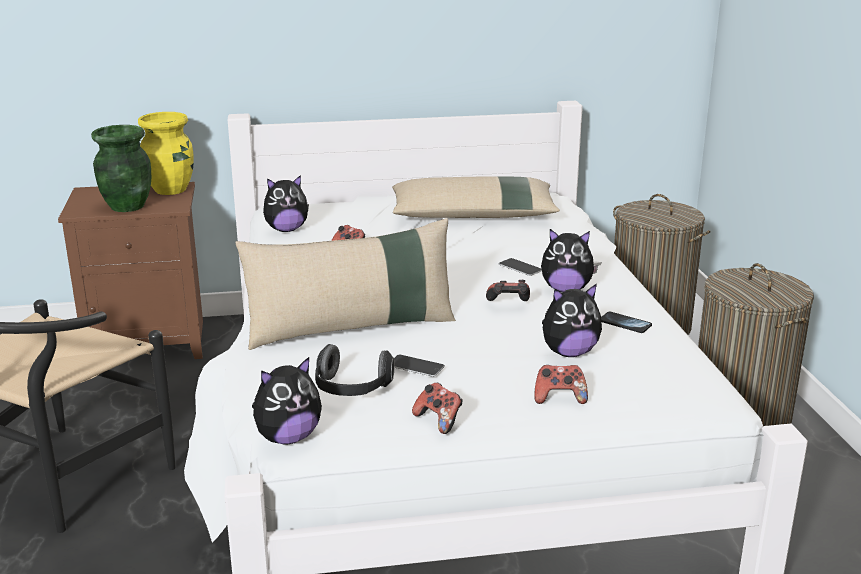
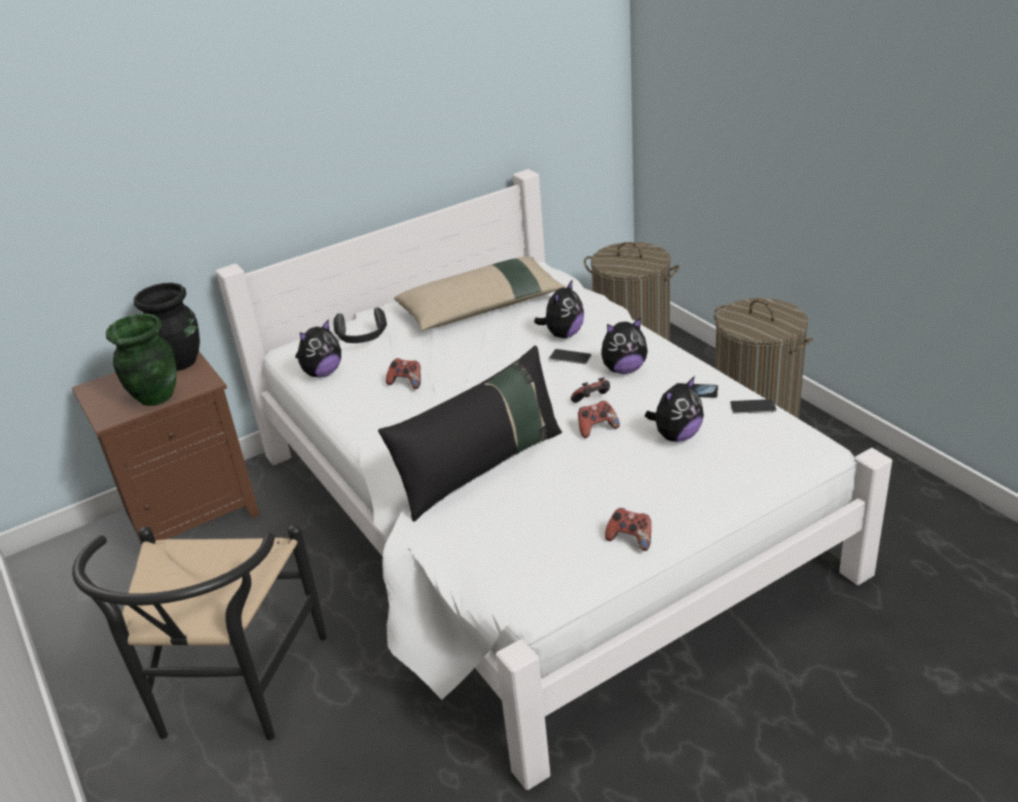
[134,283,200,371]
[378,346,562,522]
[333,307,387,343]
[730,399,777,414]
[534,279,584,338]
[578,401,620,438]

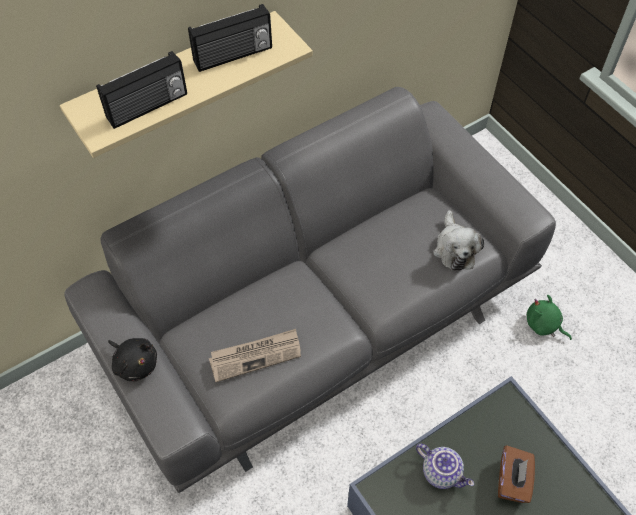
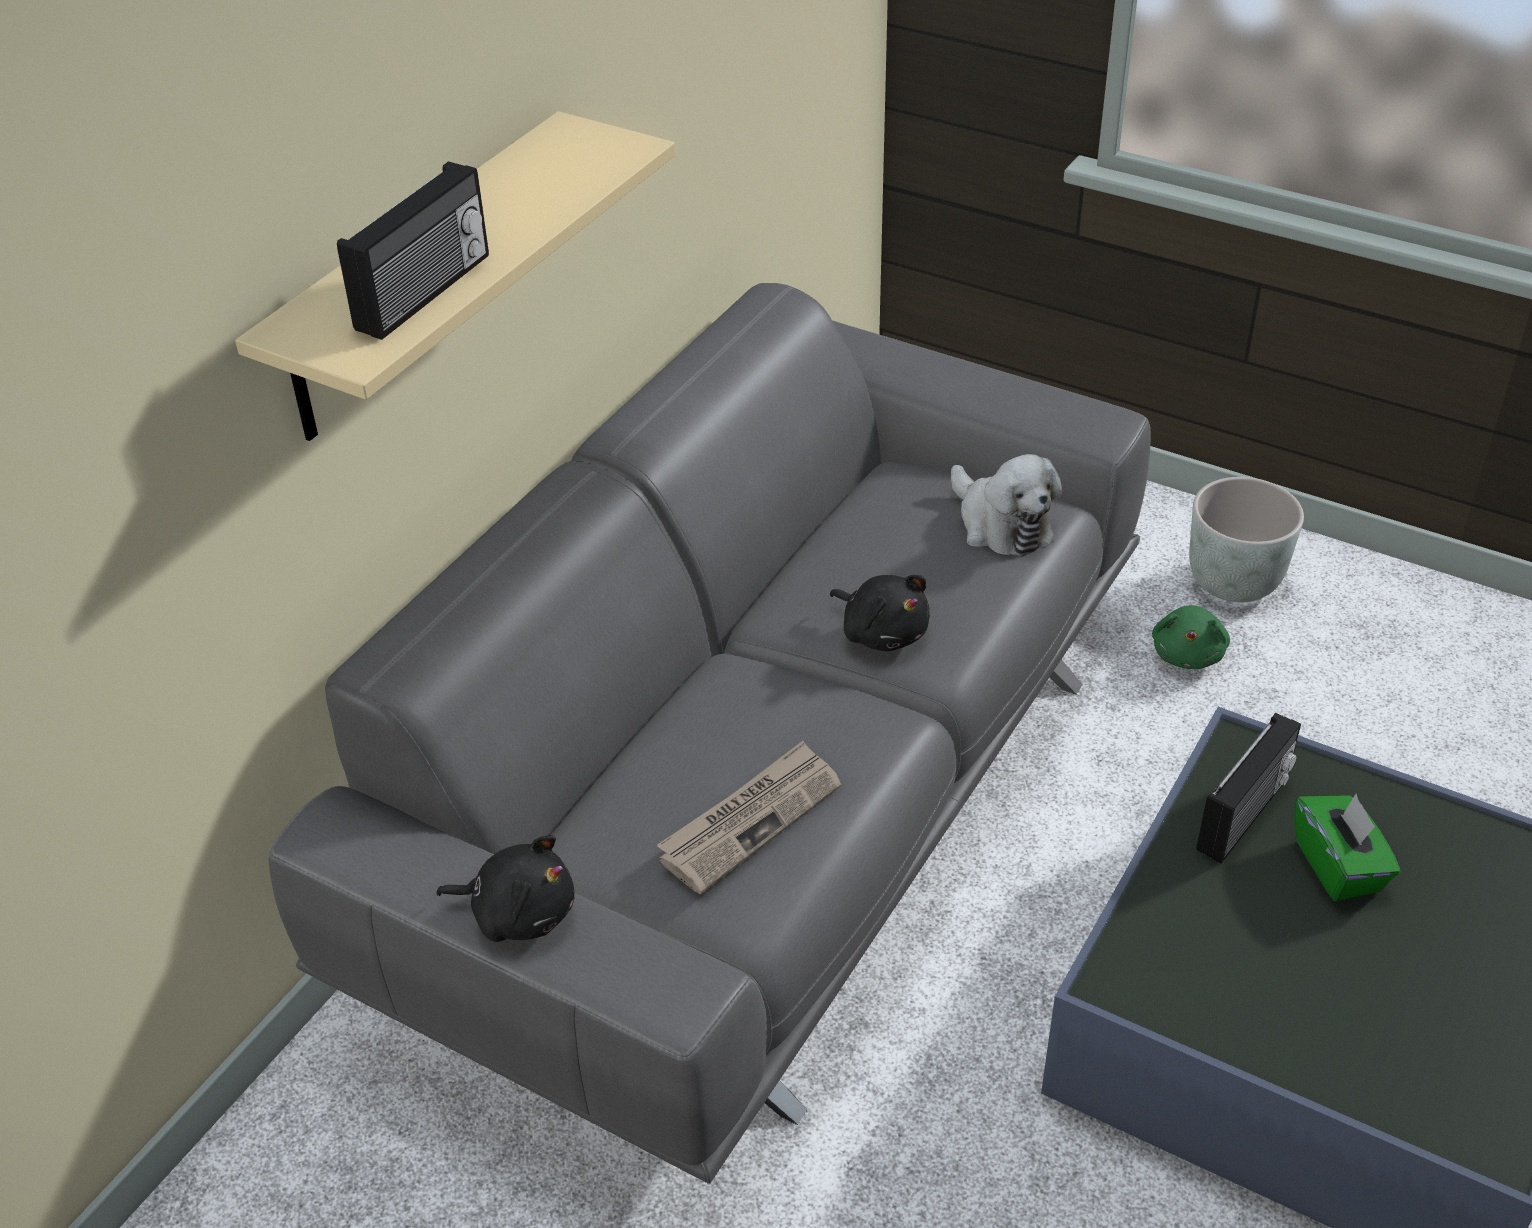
[1196,713,1301,864]
[1152,605,1230,669]
[416,444,474,489] (first image)
[1294,794,1401,901]
[1189,477,1304,602]
[830,575,930,651]

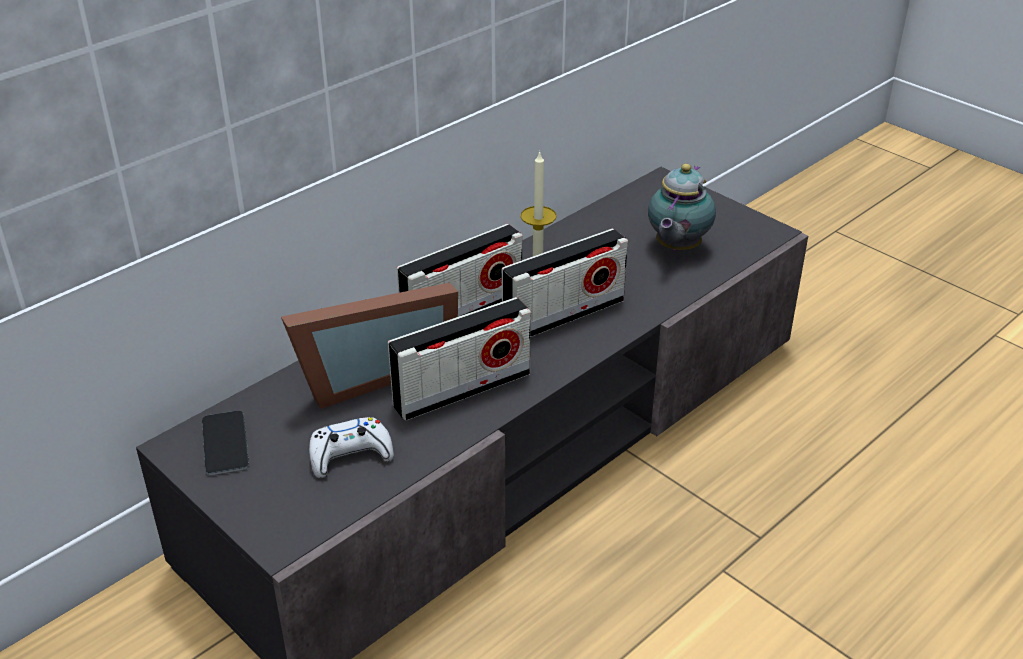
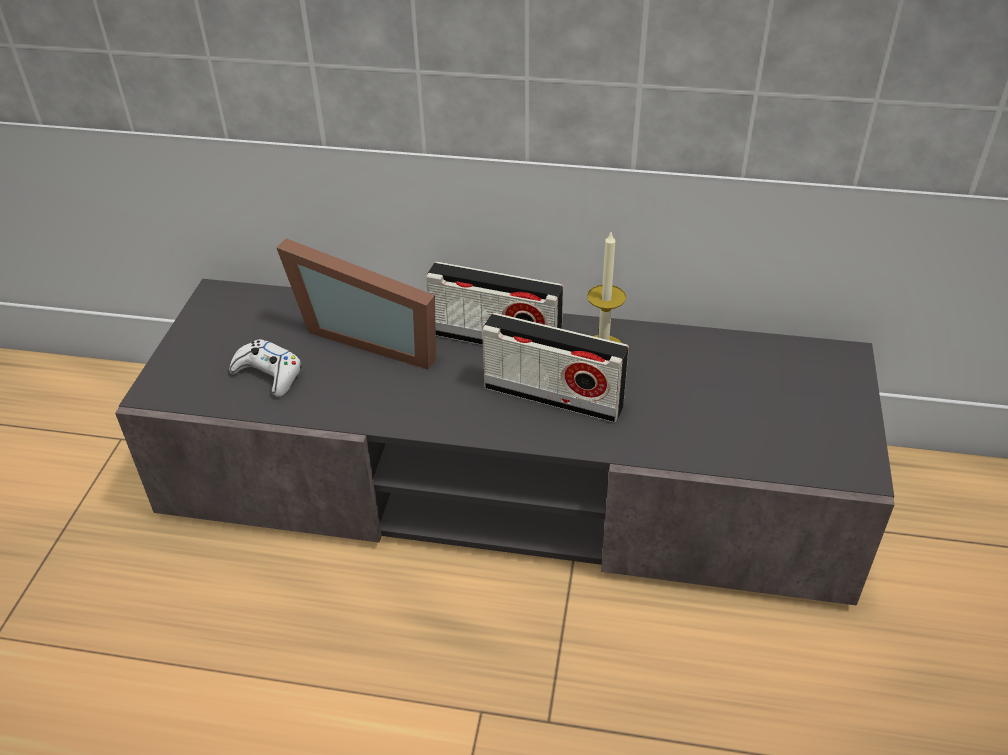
[648,164,716,251] (first image)
[388,297,531,421] (first image)
[202,411,249,475] (first image)

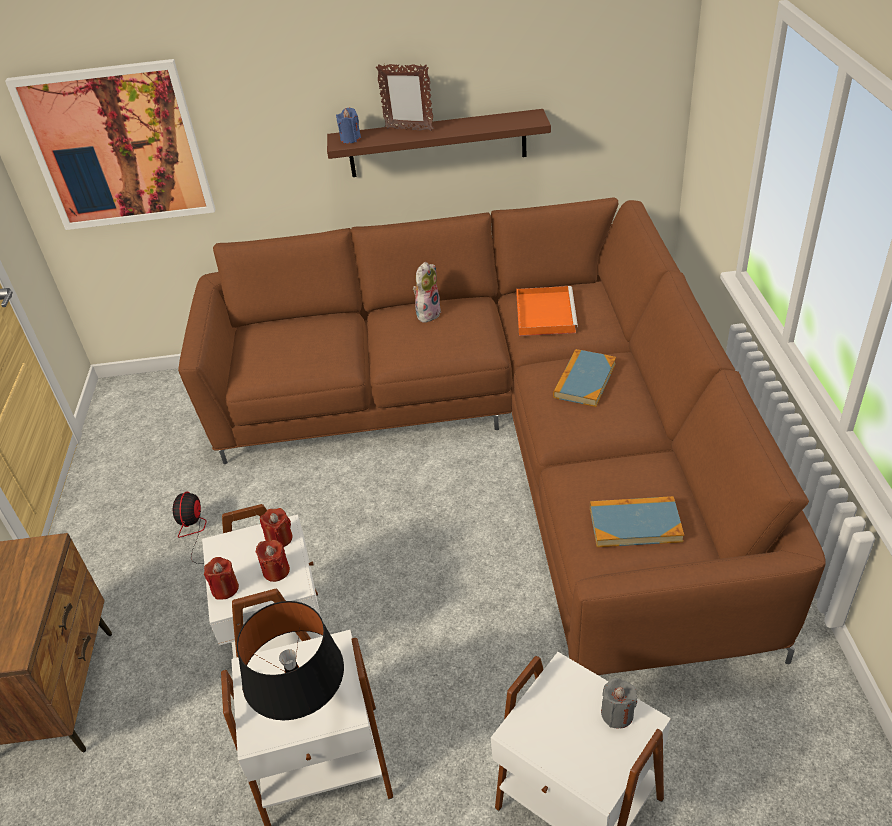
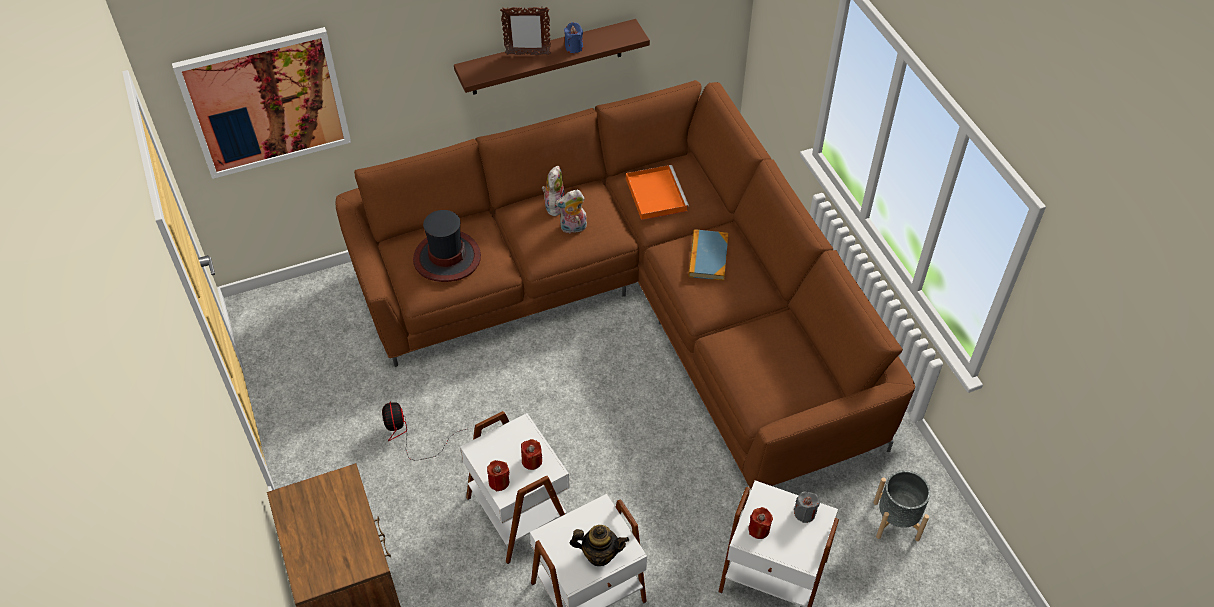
[564,22,583,53]
[590,496,684,547] (first image)
[748,507,773,539]
[570,525,629,566]
[555,190,587,234]
[413,210,481,282]
[873,470,931,541]

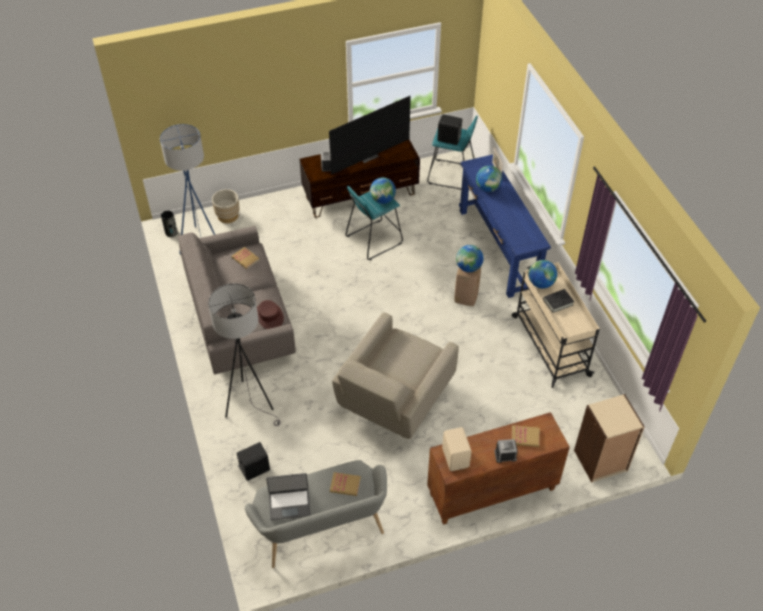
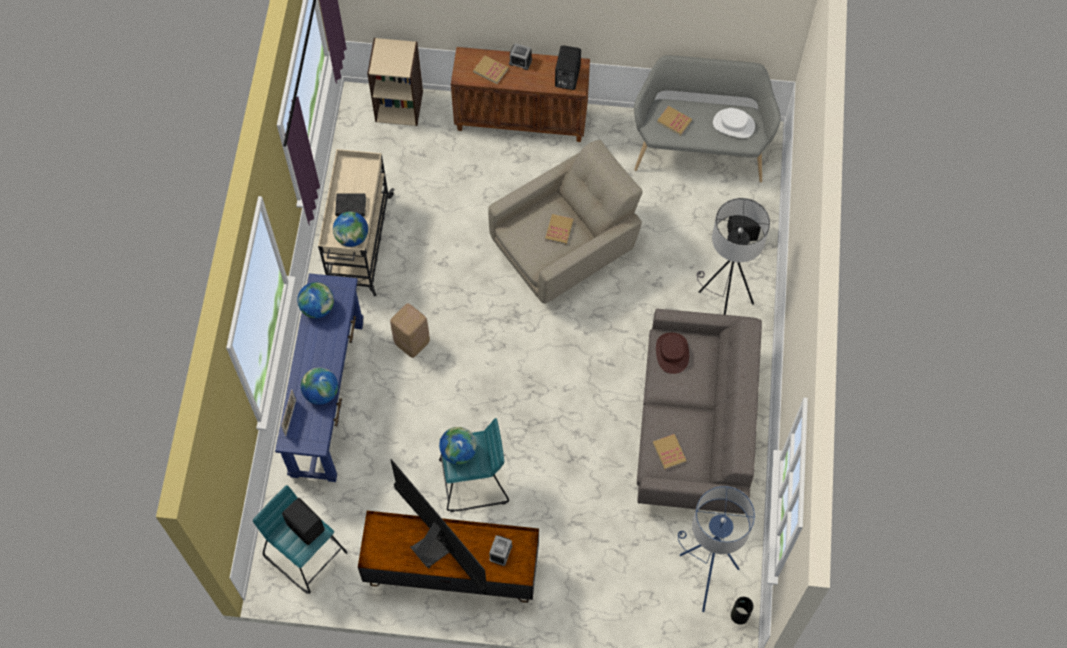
[391,459,487,595]
[212,189,240,223] (first image)
[297,282,334,318]
[555,45,581,90]
[713,108,755,138]
[545,214,573,245]

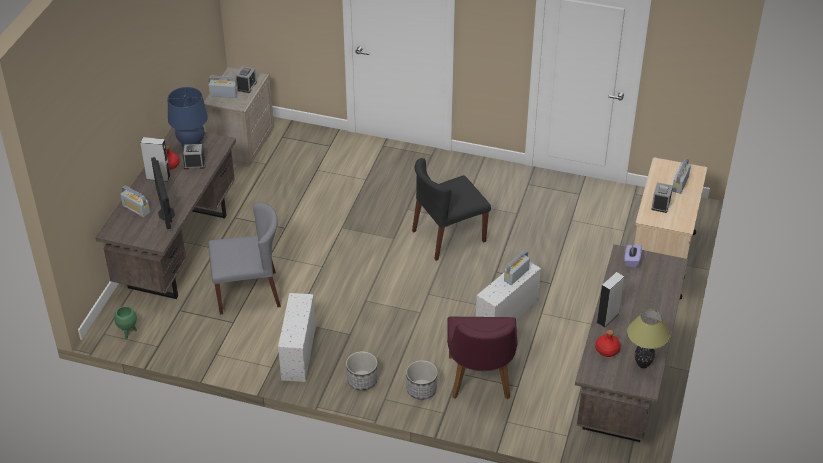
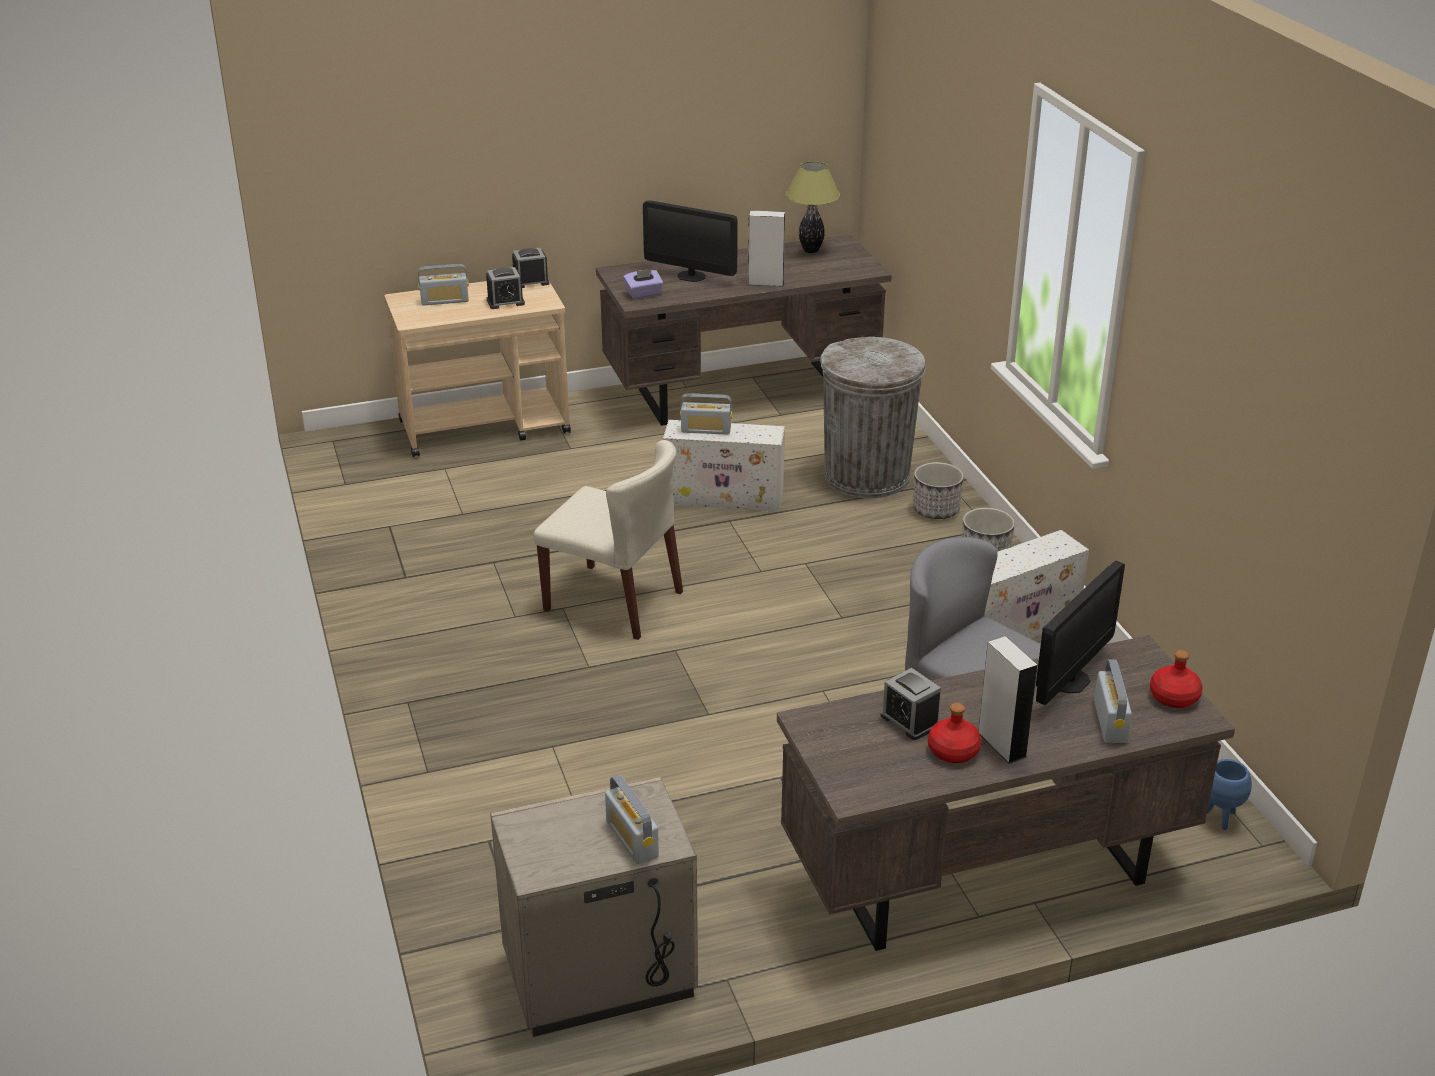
[512,248,550,288]
[168,87,208,147] (first image)
[534,440,683,640]
[1207,759,1252,830]
[820,337,926,498]
[1150,650,1203,708]
[643,200,738,282]

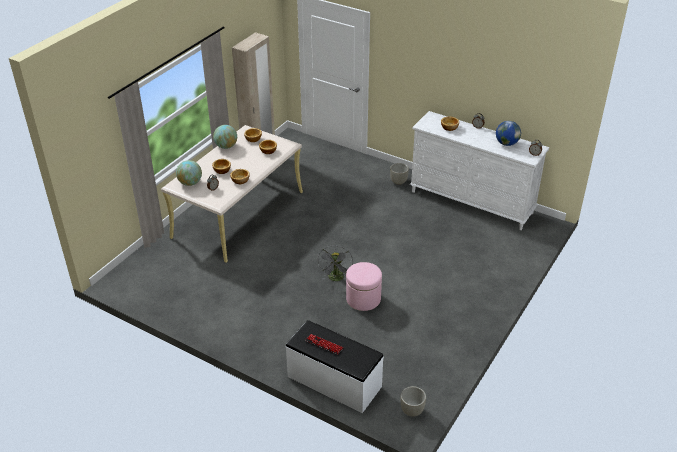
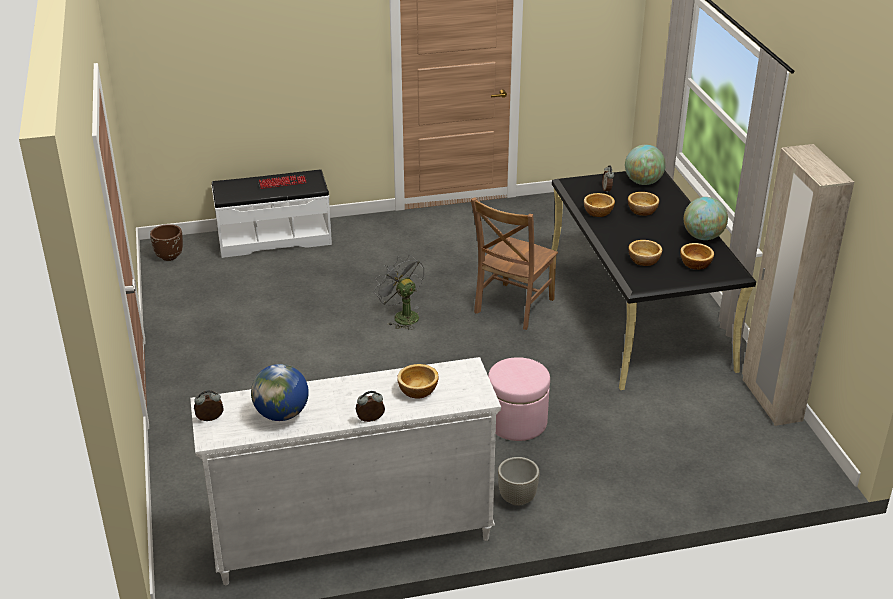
[552,171,756,390]
[488,357,550,441]
[150,224,183,261]
[471,197,558,330]

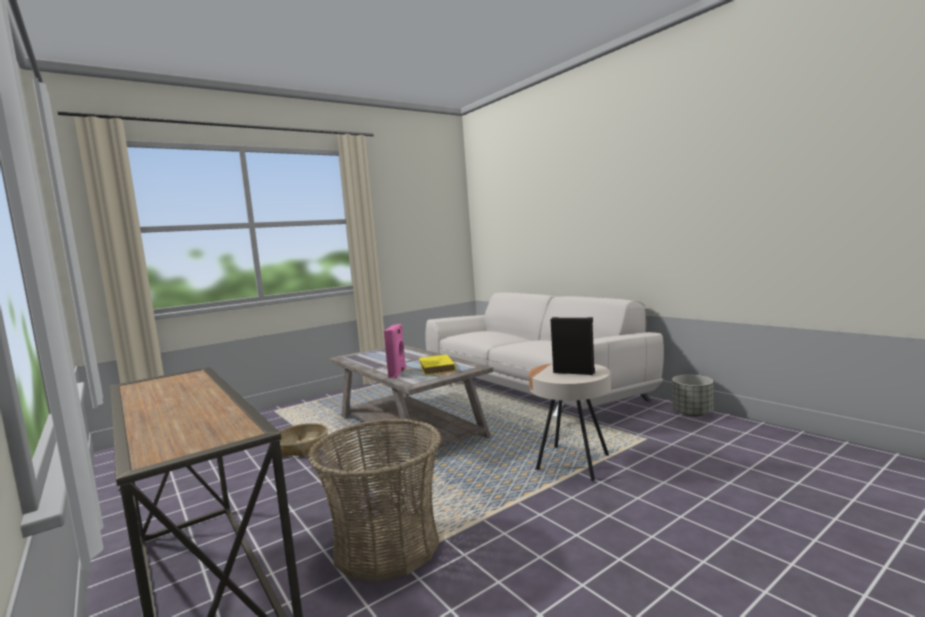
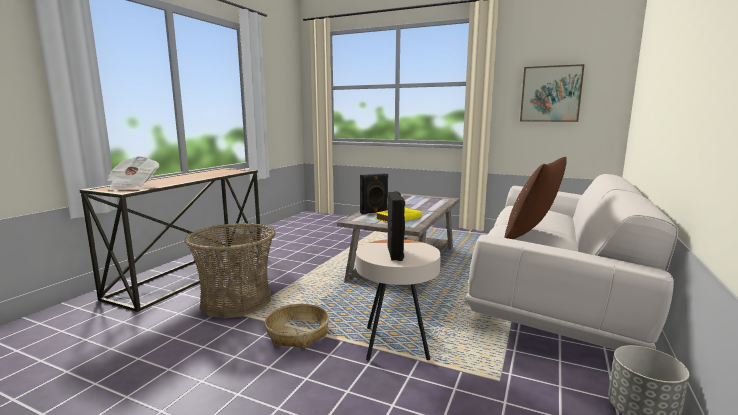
[360,173,388,214]
[265,304,329,349]
[520,64,584,122]
[107,156,159,191]
[504,157,567,239]

